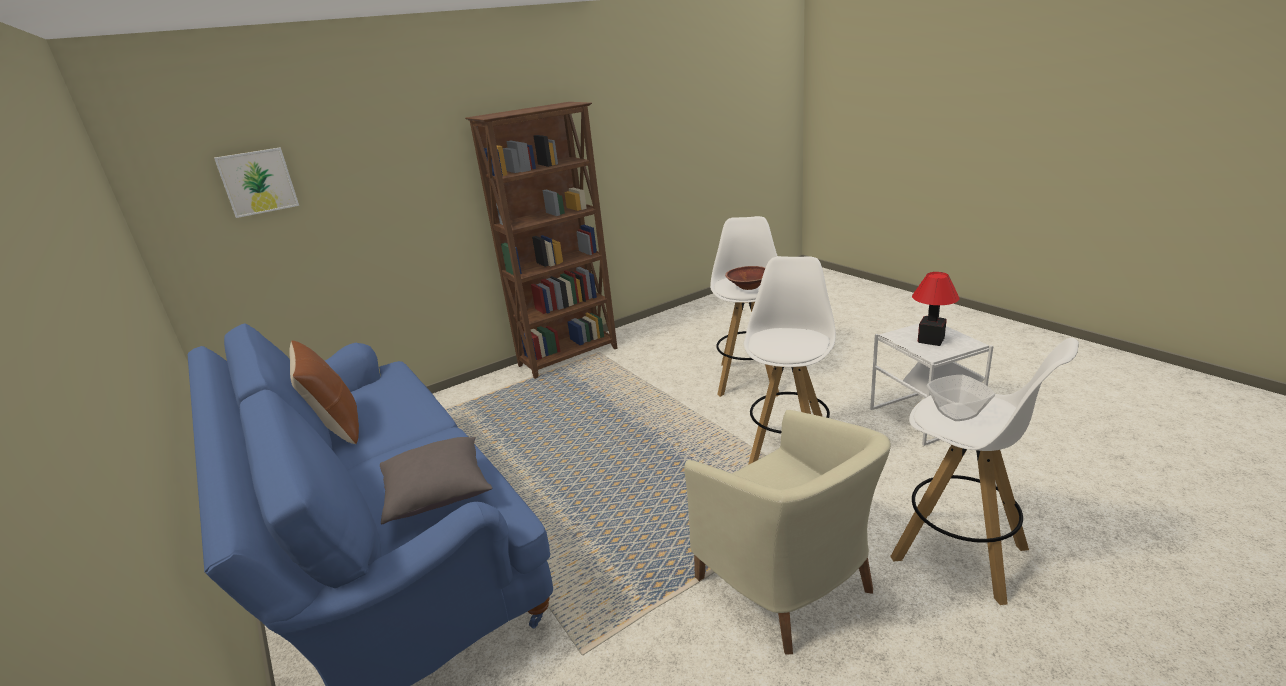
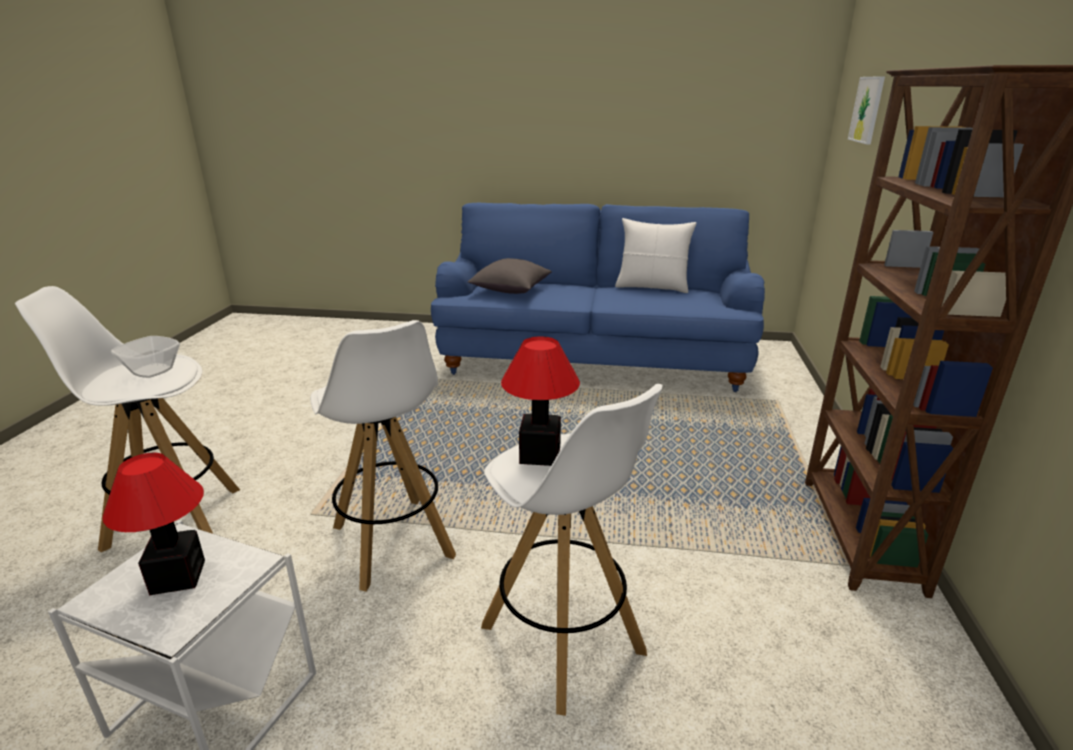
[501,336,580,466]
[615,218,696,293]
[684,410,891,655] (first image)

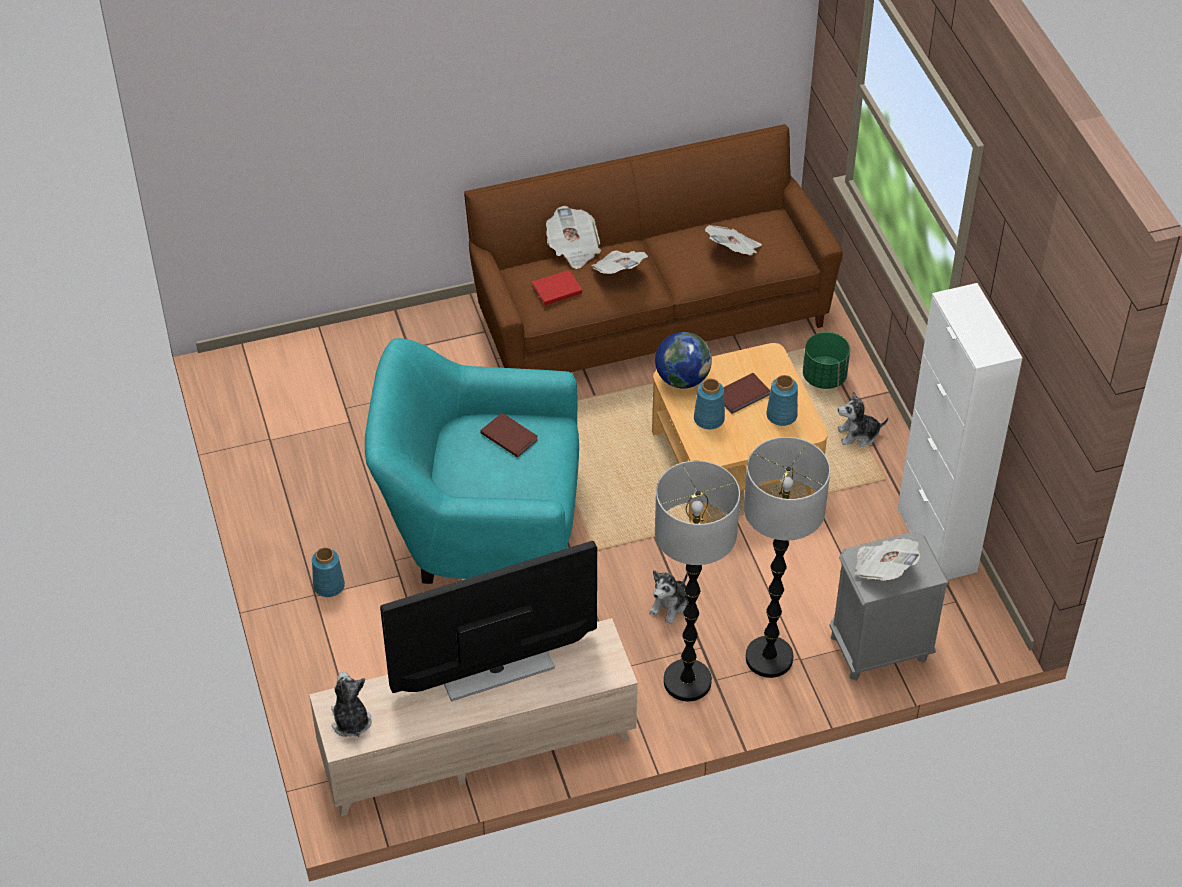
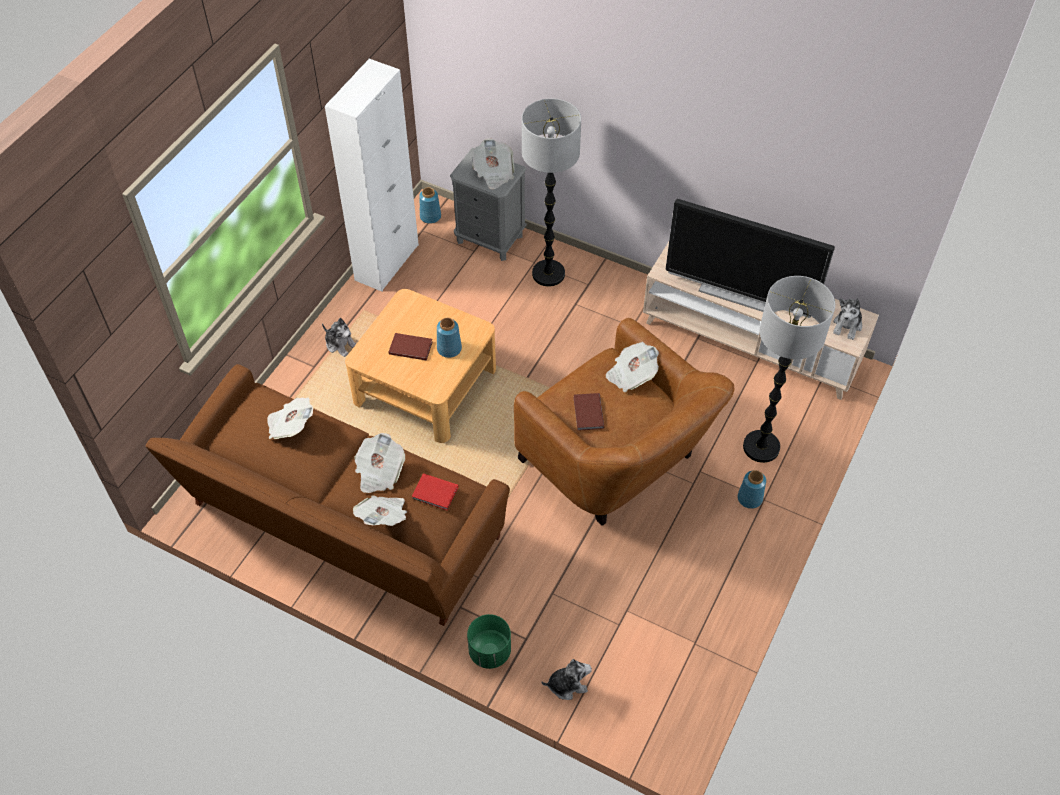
[655,332,712,389] (first image)
[467,614,511,669]
[514,318,734,526]
[419,187,441,224]
[743,276,835,463]
[541,659,592,700]
[606,342,659,392]

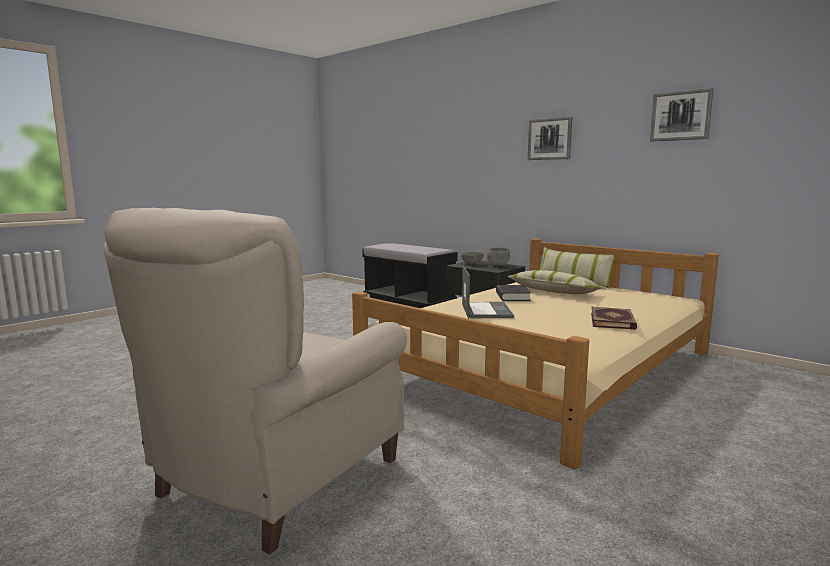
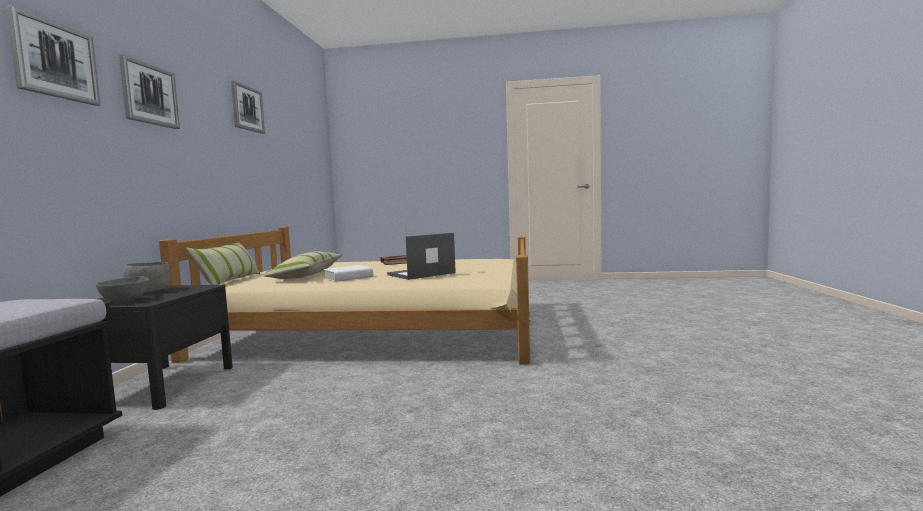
[103,208,407,555] (first image)
[324,265,373,282]
[6,5,101,106]

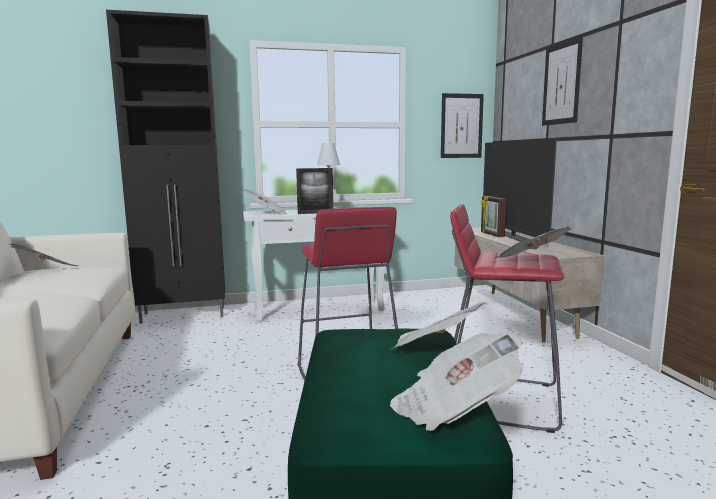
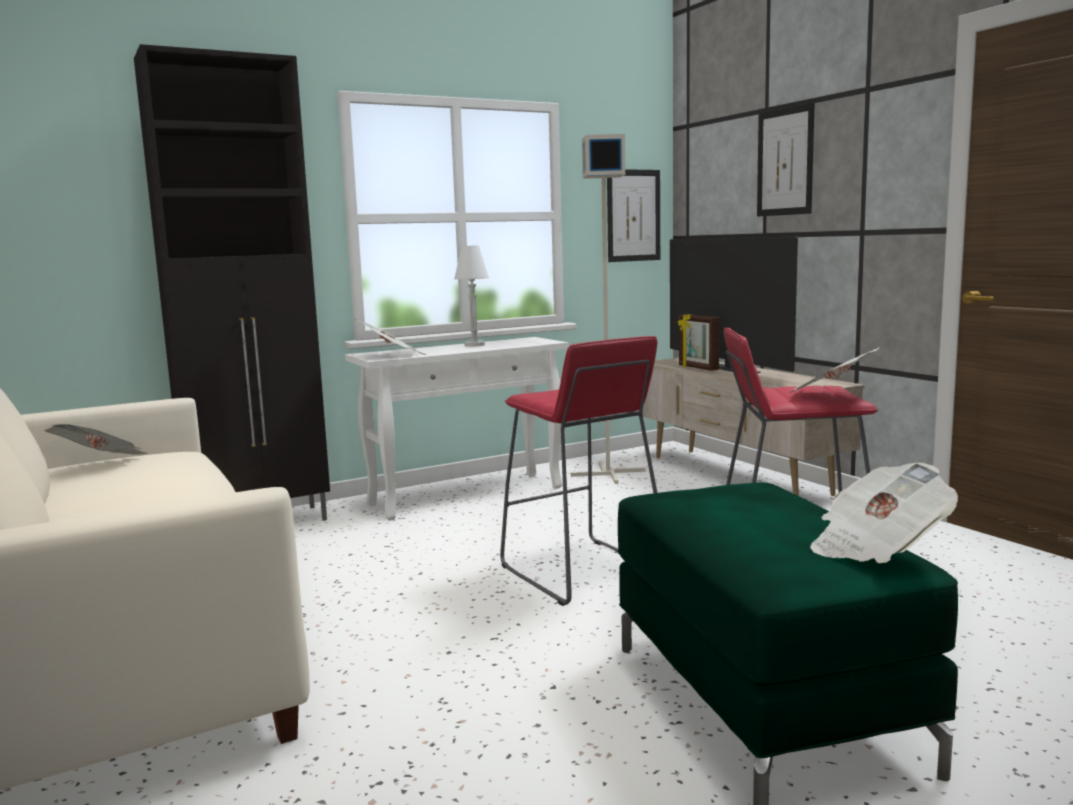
[296,168,333,214] (first image)
[392,302,487,349] (first image)
[571,134,646,484]

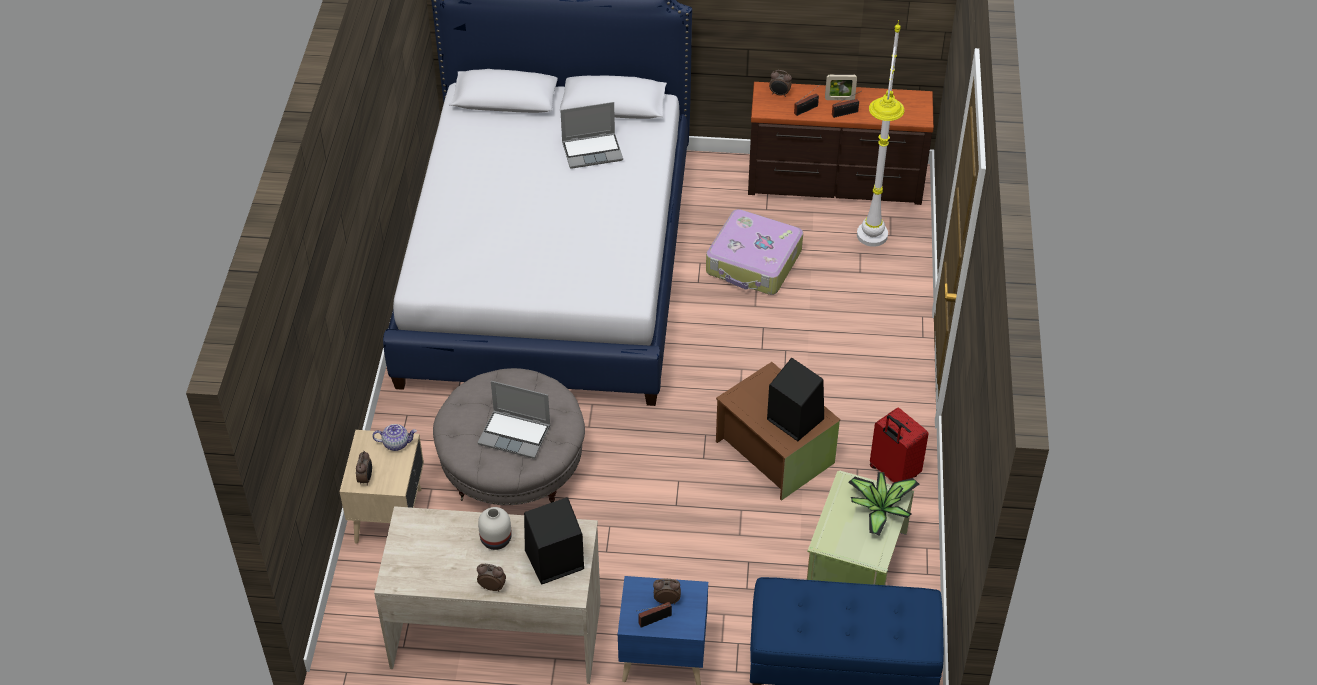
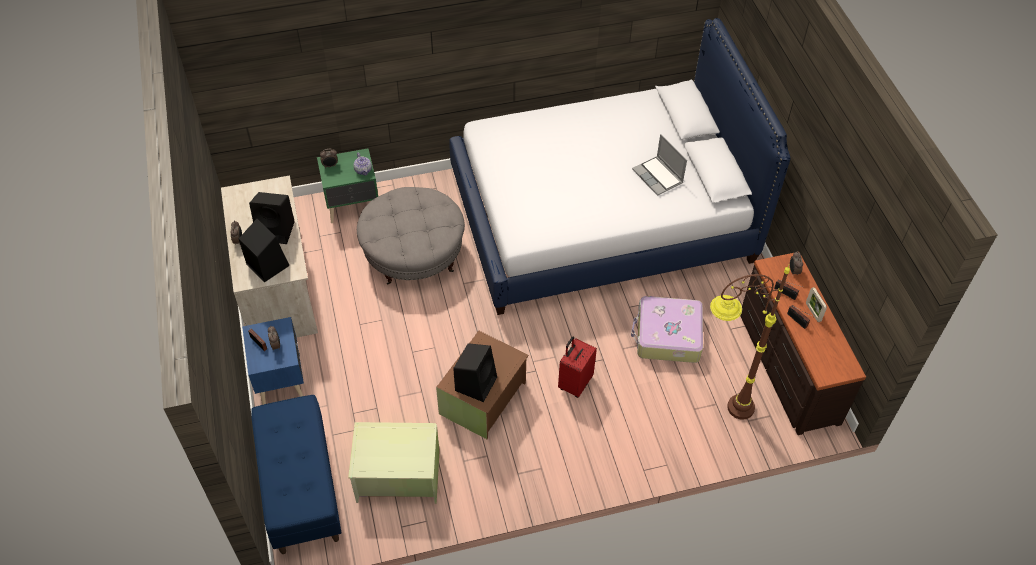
[710,266,790,420]
[478,381,551,459] (first image)
[558,336,597,398]
[317,148,378,223]
[848,472,920,536] (first image)
[249,192,295,244]

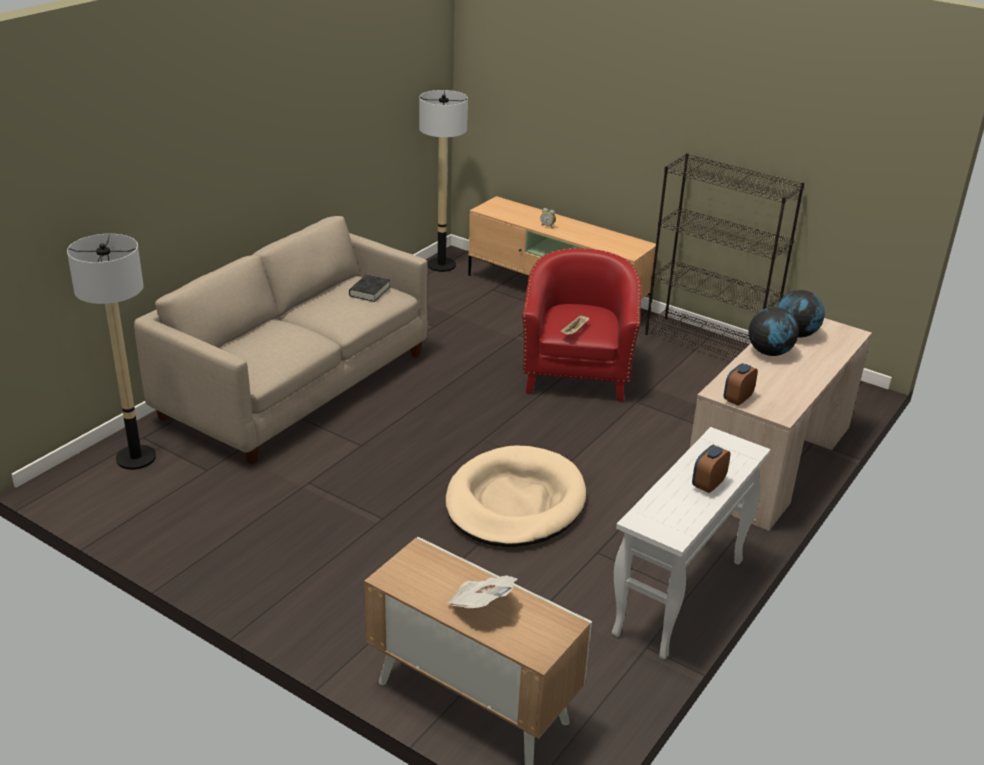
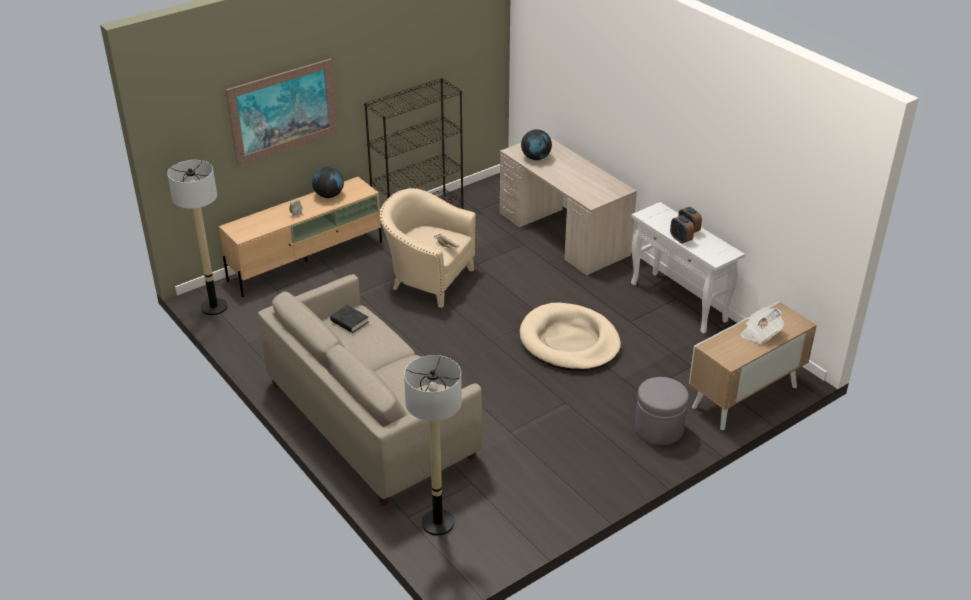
[380,188,476,308]
[312,166,344,198]
[670,216,694,244]
[226,58,338,166]
[635,377,689,445]

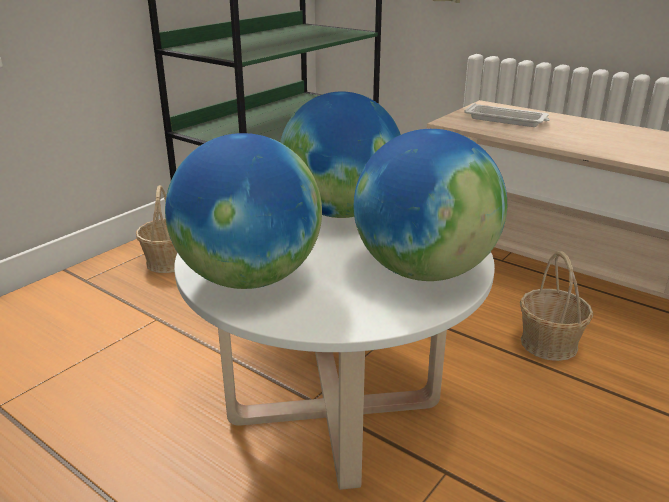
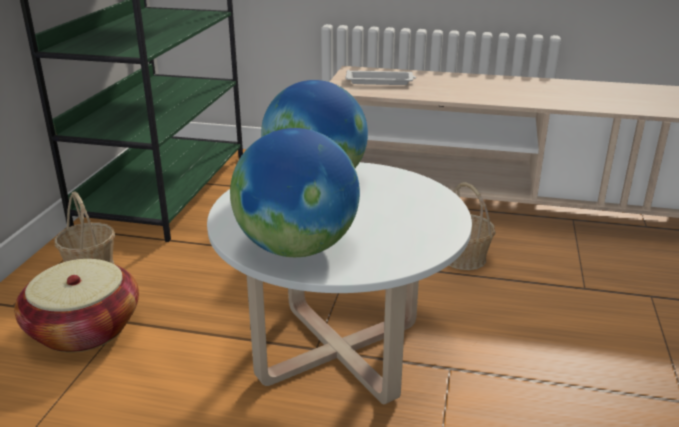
[354,129,507,281] (first image)
[14,259,139,353]

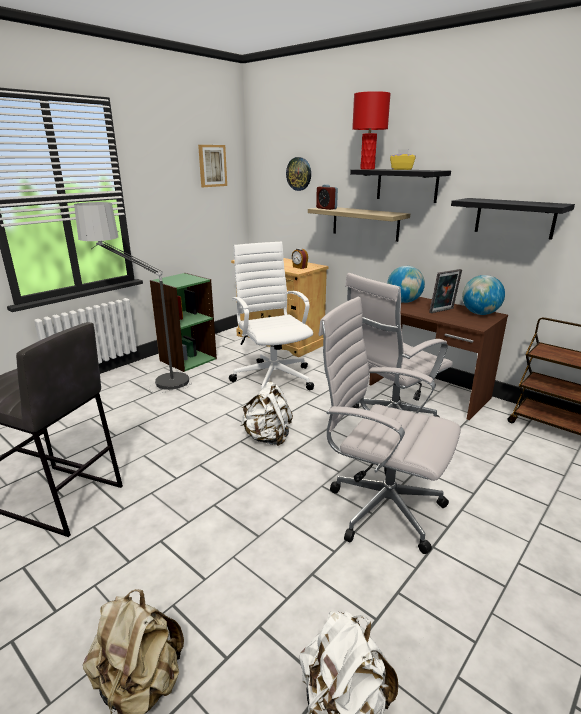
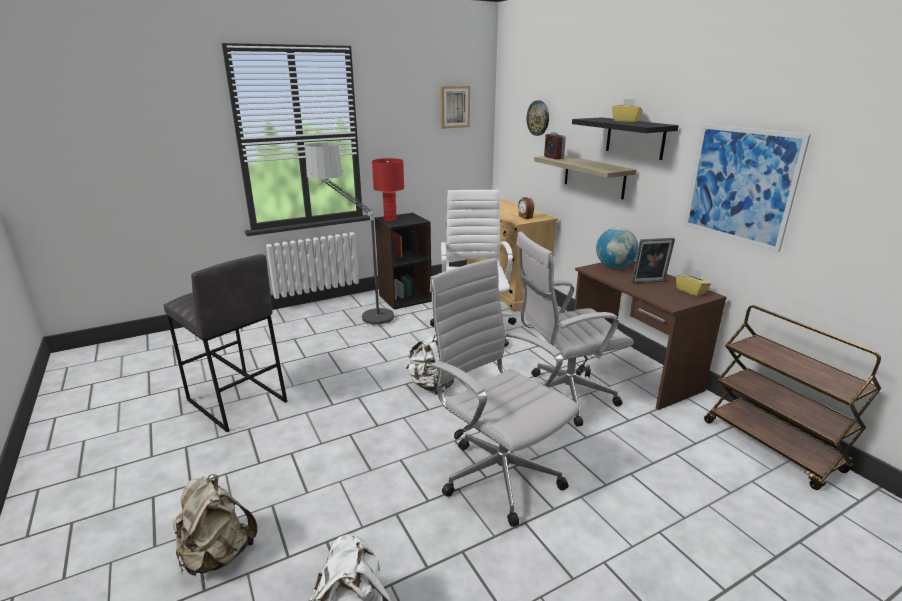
[372,158,404,221]
[684,124,811,252]
[375,213,432,310]
[676,268,711,296]

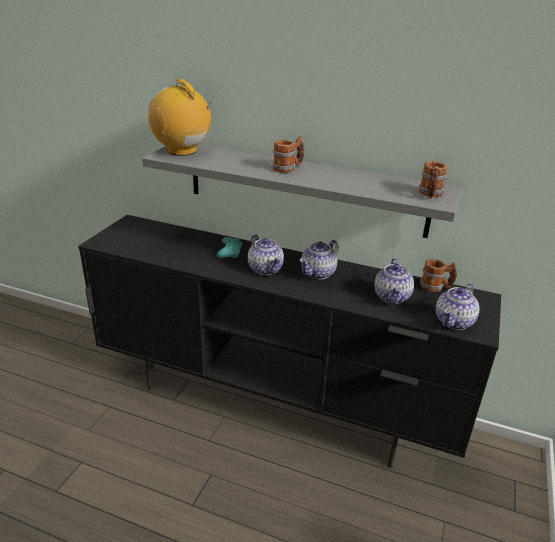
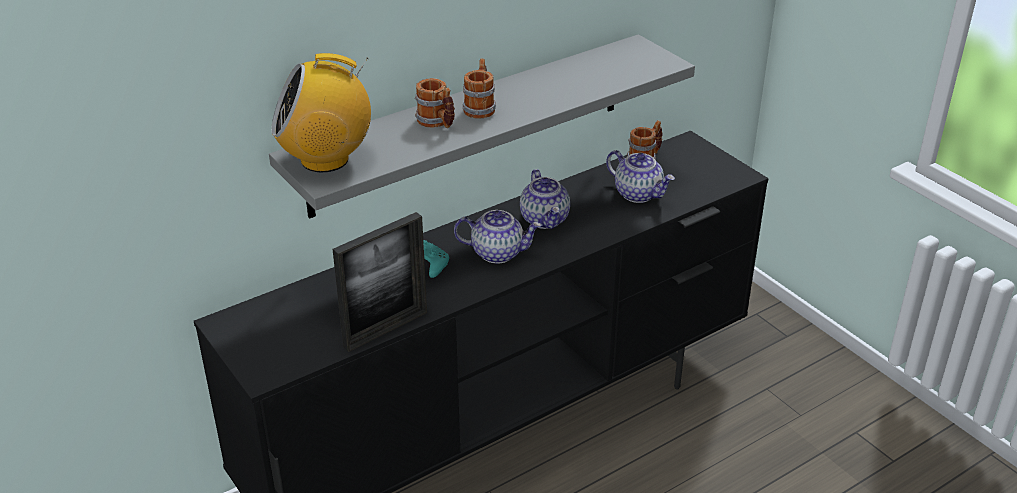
[415,78,455,128]
[436,283,479,330] (first image)
[333,212,427,352]

